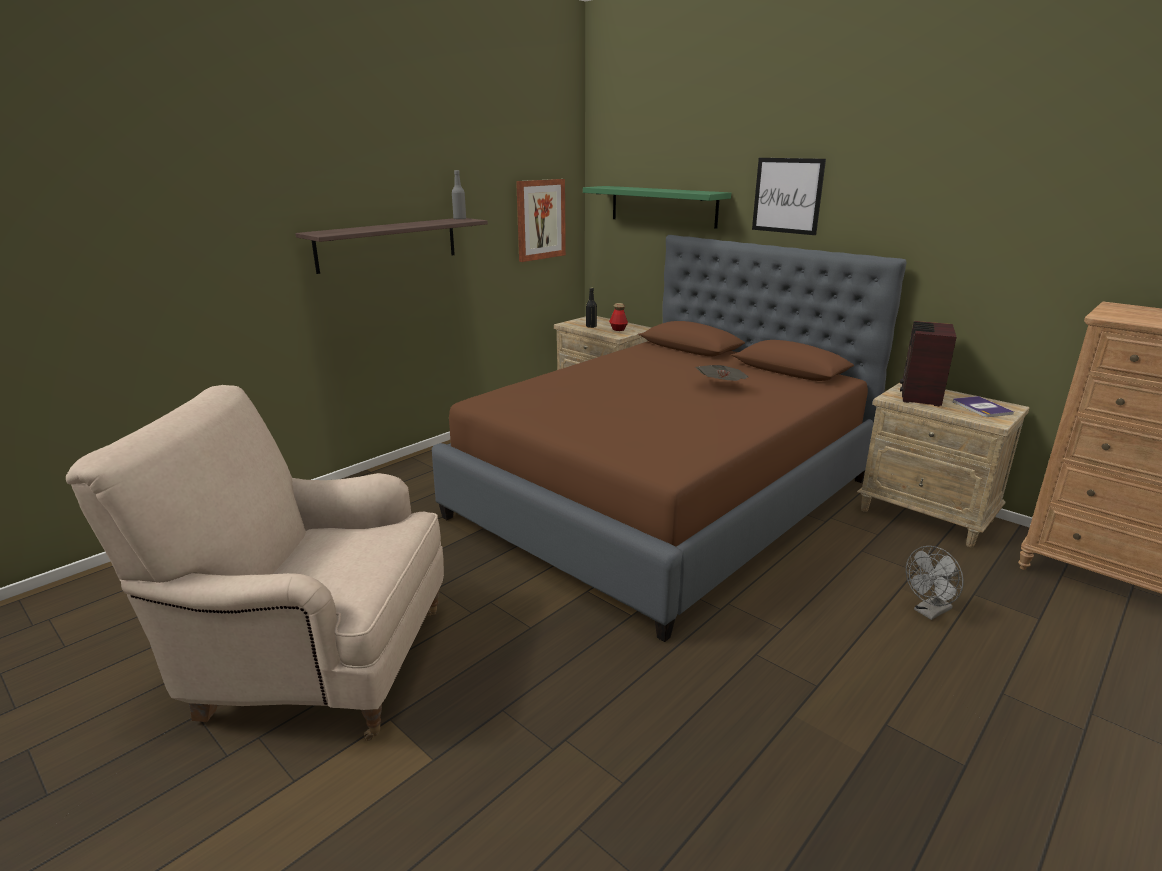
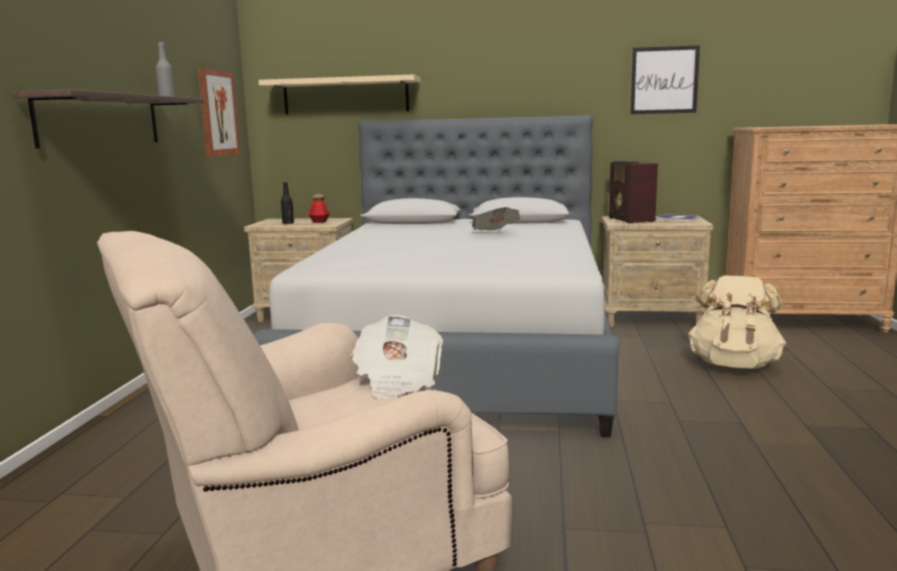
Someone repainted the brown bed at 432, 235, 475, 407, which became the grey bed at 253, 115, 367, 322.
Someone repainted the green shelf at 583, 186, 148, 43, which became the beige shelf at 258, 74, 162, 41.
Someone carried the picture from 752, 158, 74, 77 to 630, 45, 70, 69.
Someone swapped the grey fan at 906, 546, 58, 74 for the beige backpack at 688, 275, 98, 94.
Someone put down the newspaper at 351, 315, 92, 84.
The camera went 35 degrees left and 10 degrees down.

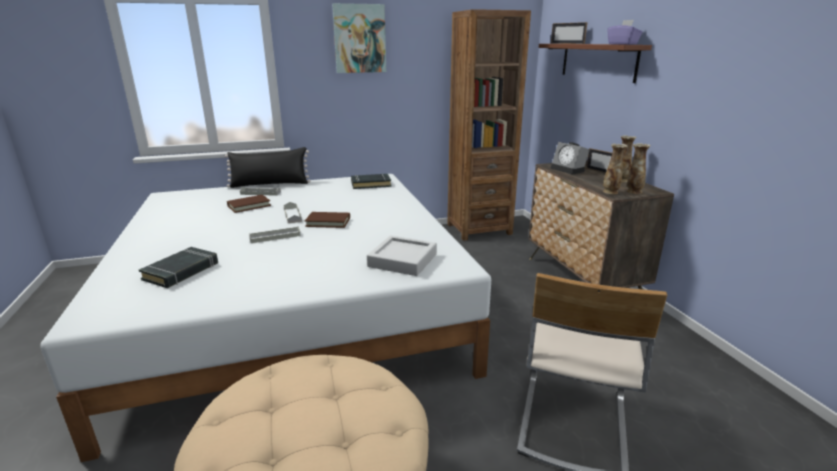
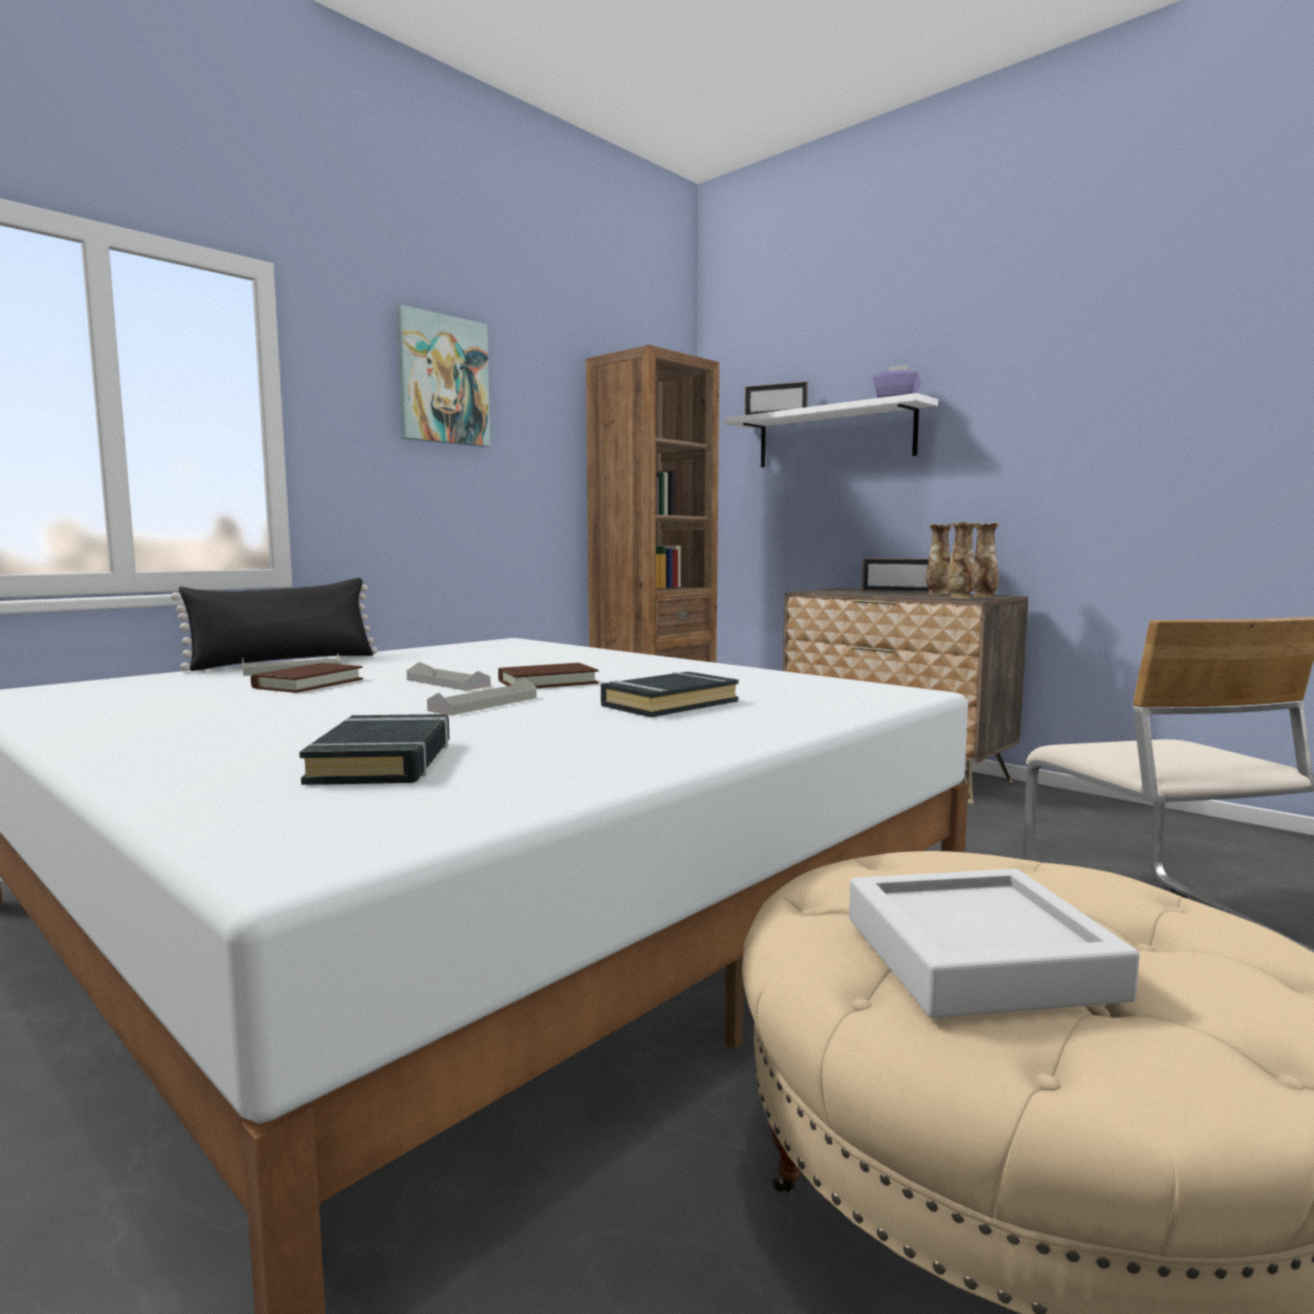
Someone carried the black book from 351, 174, 40, 15 to 601, 671, 138, 46.
Someone carried the grey tray from 367, 236, 70, 40 to 849, 869, 291, 149.
Someone repainted the brown shelf at 539, 44, 113, 39, which became the white shelf at 724, 393, 214, 74.
Someone took away the alarm clock at 550, 142, 40, 33.
The camera went 30 degrees left and 15 degrees down.

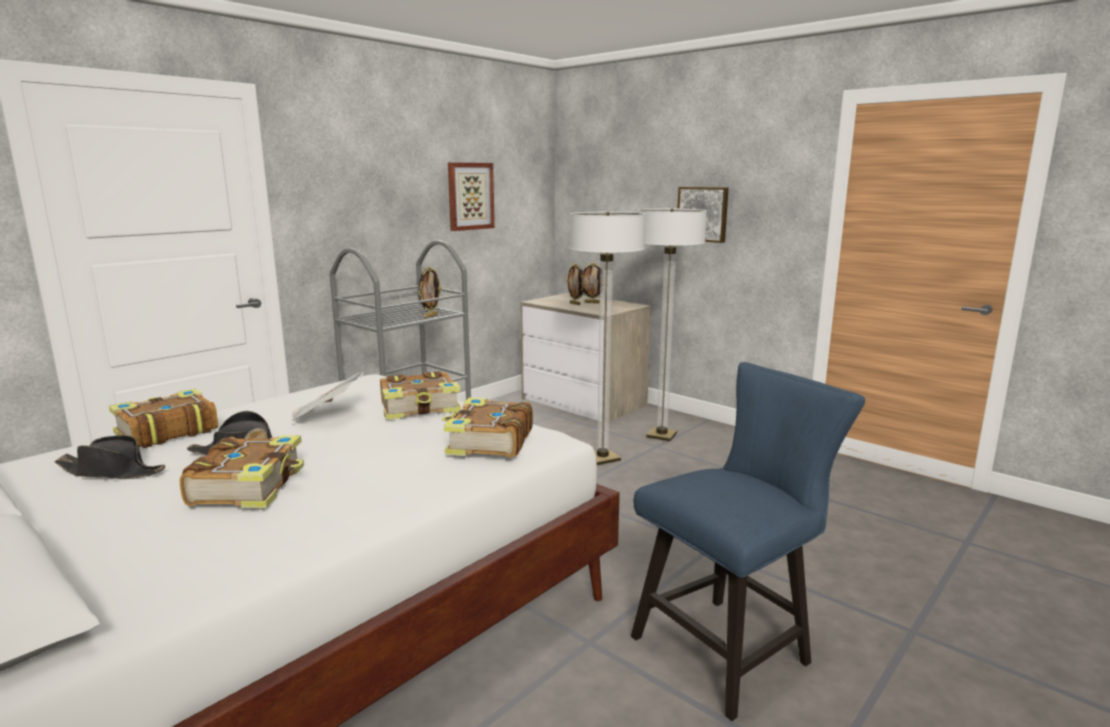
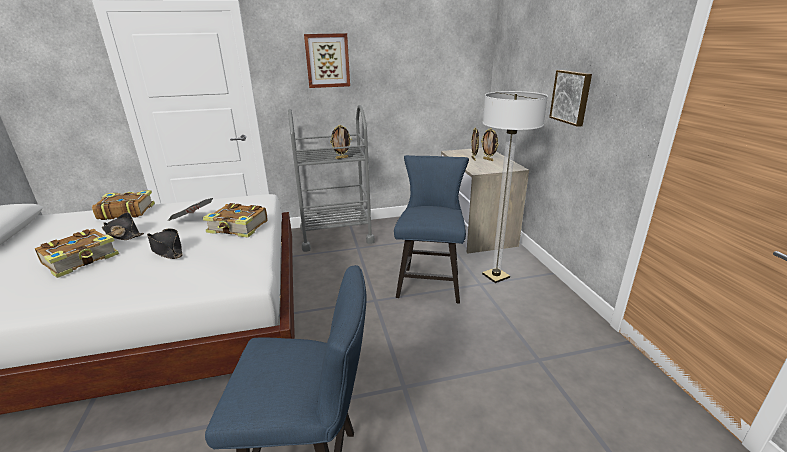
Someone carried the black hat from 54, 435, 112, 44 to 147, 228, 36, 31.
Someone took away the book at 442, 398, 91, 59.
Someone carried the picture from 448, 162, 47, 69 to 304, 33, 46, 55.
Someone swapped the floor lamp at 570, 212, 76, 253 for the blue chair at 394, 155, 75, 149.
The camera went 35 degrees right and 10 degrees up.

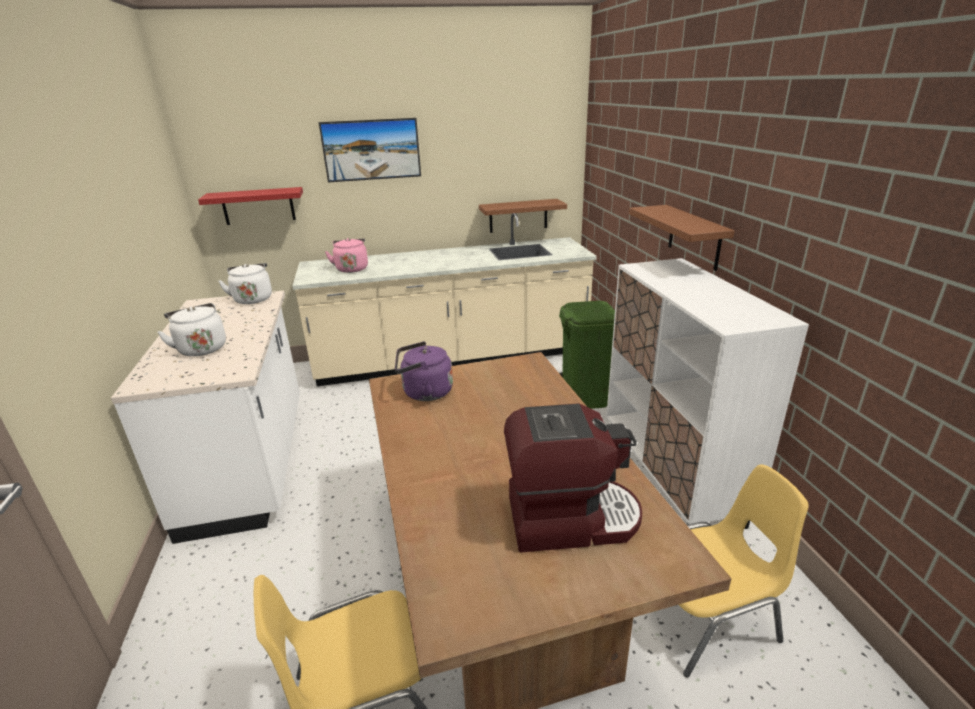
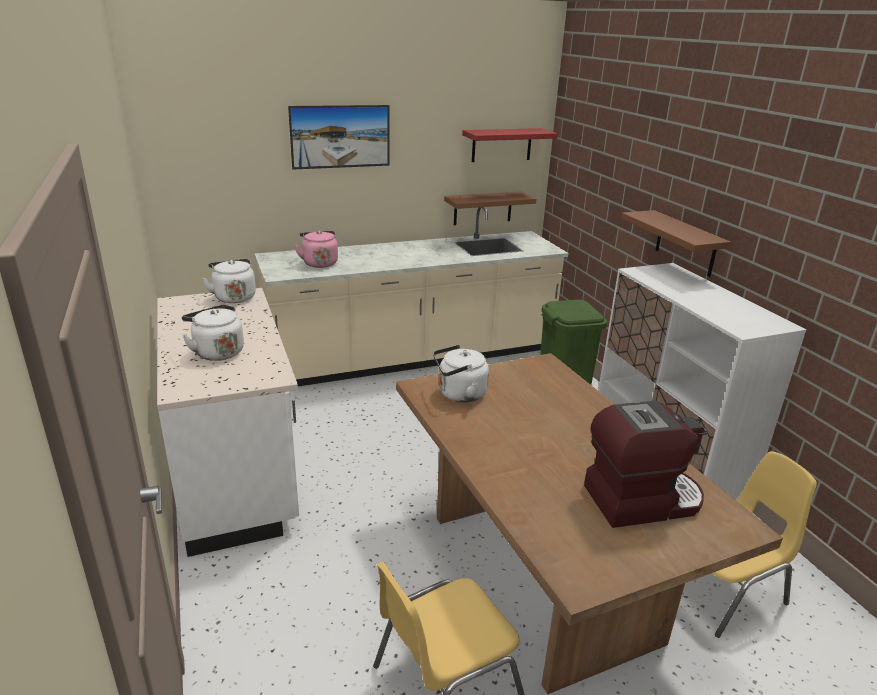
Someone carried the red shelf from 198, 187, 105, 38 to 462, 128, 96, 34.
Someone repainted the purple kettle at 395, 341, 58, 60, which became the white kettle at 433, 345, 56, 57.
The camera went 10 degrees left and 0 degrees up.

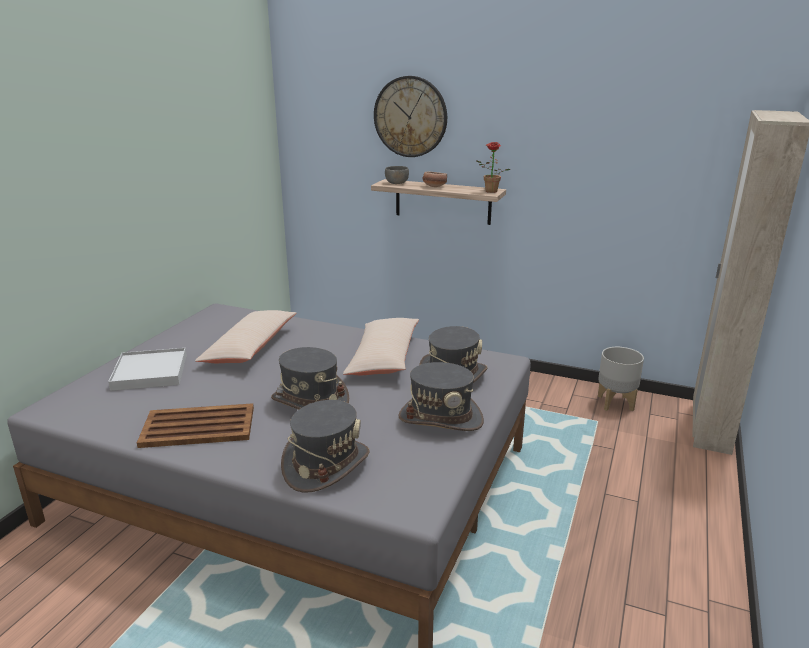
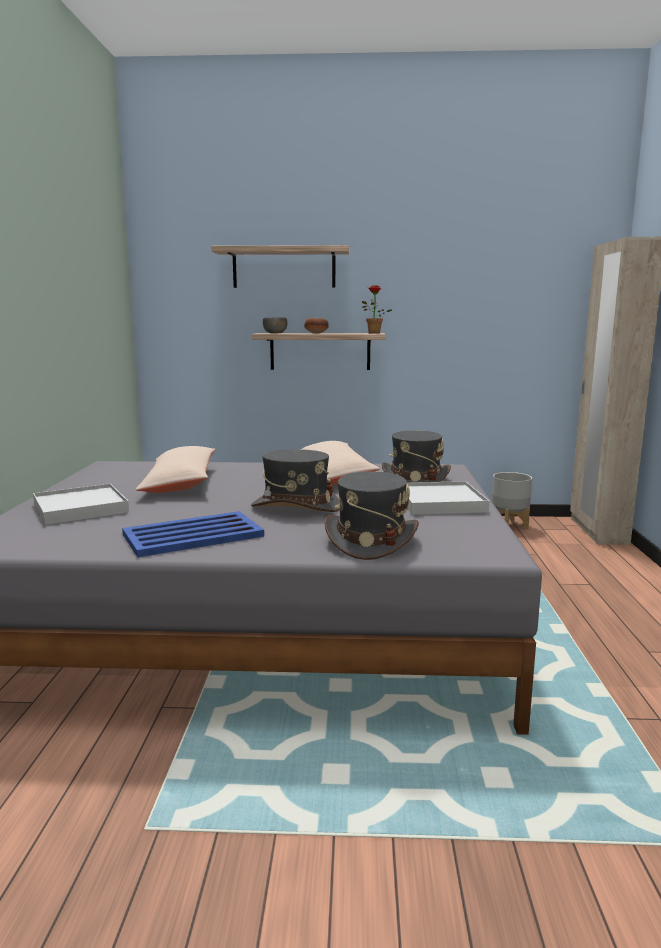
Someone repainted the brown tray at 137, 403, 117, 45, which became the blue tray at 122, 511, 142, 47.
Someone swapped the wall clock at 374, 76, 73, 81 for the shelf at 211, 245, 138, 43.
Someone swapped the grey hat at 398, 362, 86, 69 for the white tray at 407, 481, 82, 34.
The camera went 20 degrees left and 10 degrees down.

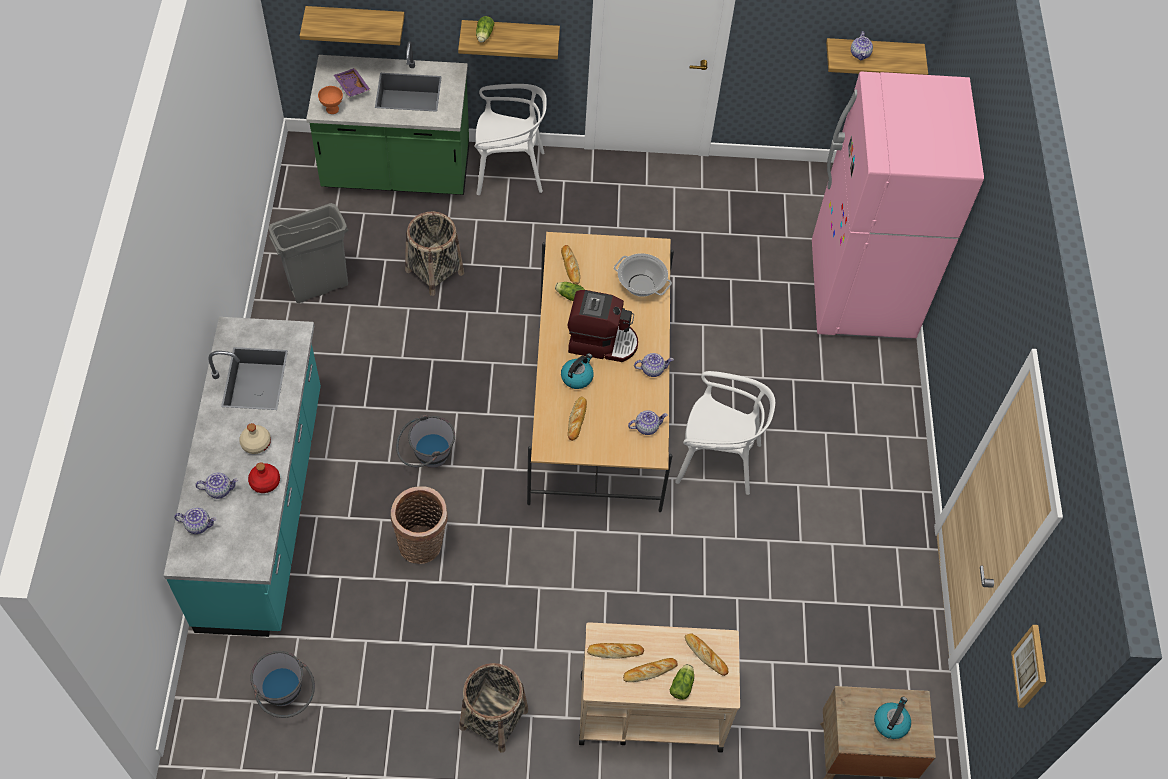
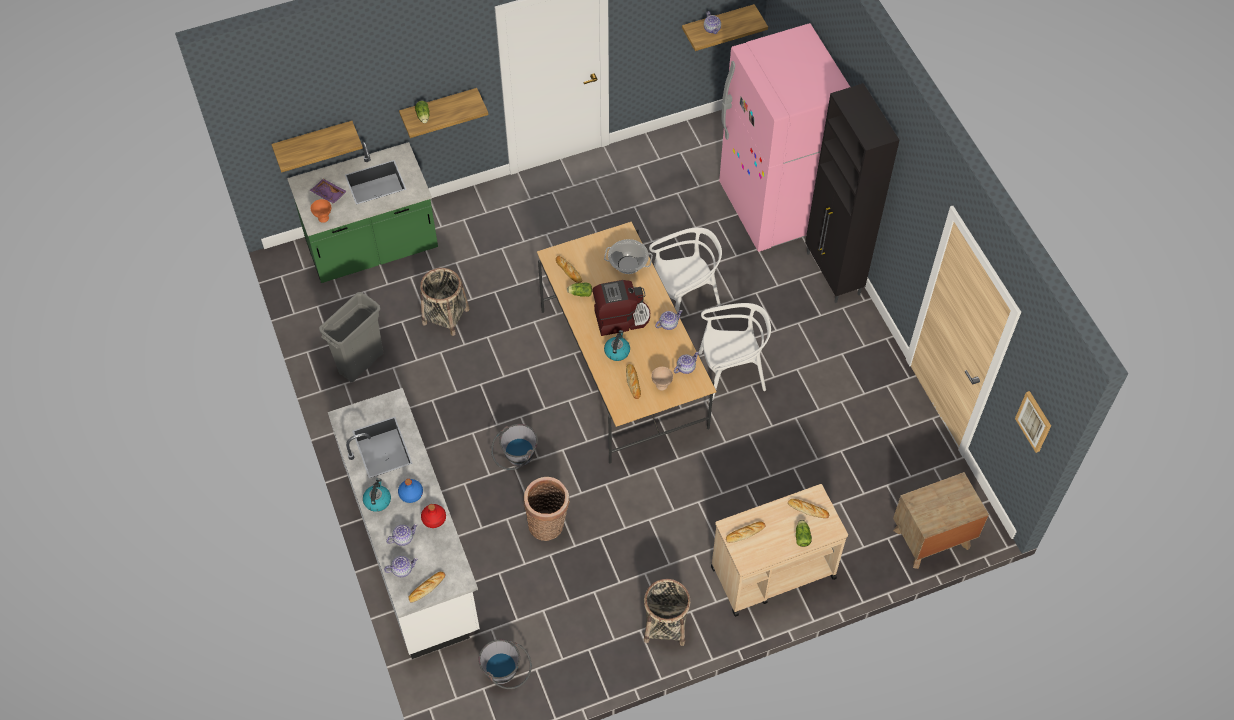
Someone repainted the turquoise counter at 164, 317, 157, 320, which became the white counter at 328, 388, 152, 271.
Someone repainted the beige bottle at 239, 423, 32, 31, which became the blue bottle at 398, 479, 25, 24.
Someone carried the white chair from 475, 84, 72, 111 to 649, 227, 73, 86.
Someone carried the bread from 623, 658, 55, 24 to 409, 572, 36, 30.
Someone carried the kettle from 874, 697, 37, 42 to 363, 478, 28, 34.
Someone put down the beige bowl at 651, 367, 22, 24.
Someone put down the black cabinet at 805, 83, 94, 220.
The camera went 20 degrees left and 0 degrees up.

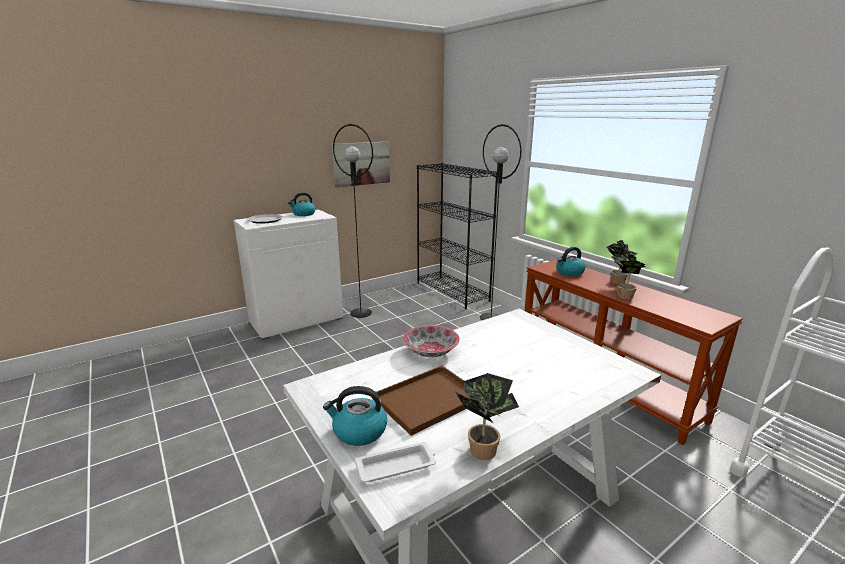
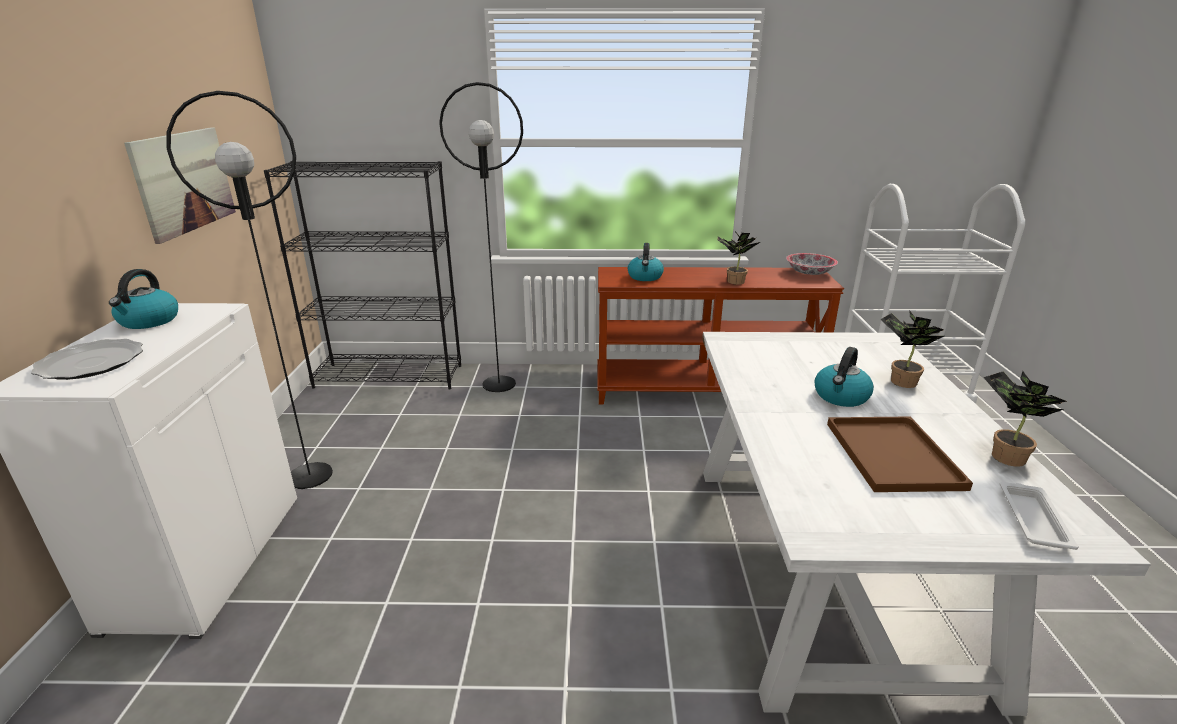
Someone carried the kettle from 323, 386, 64, 60 to 814, 347, 60, 60.
Someone carried the bowl from 403, 325, 57, 32 to 786, 253, 52, 22.
Someone carried the potted plant from 607, 240, 31, 44 to 880, 310, 64, 78.
The camera went 55 degrees left and 5 degrees up.

